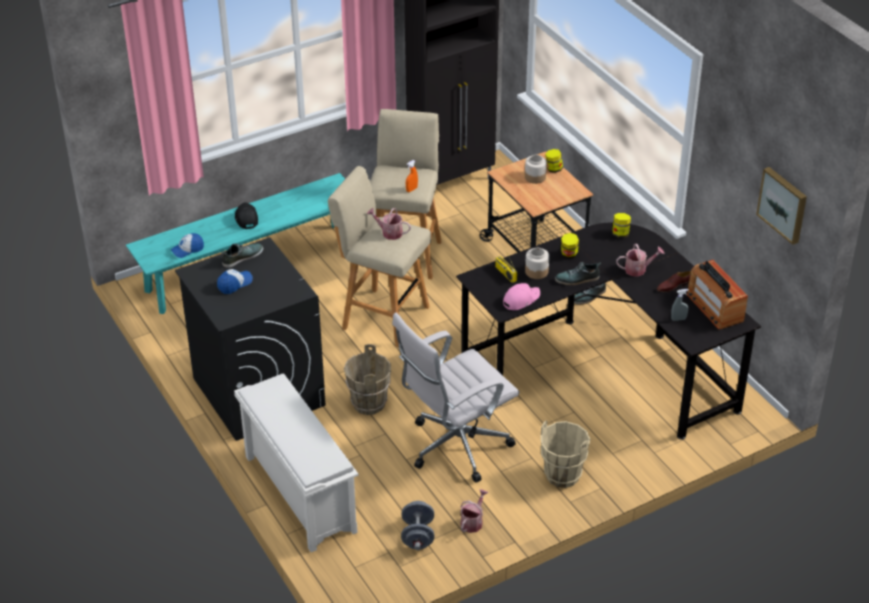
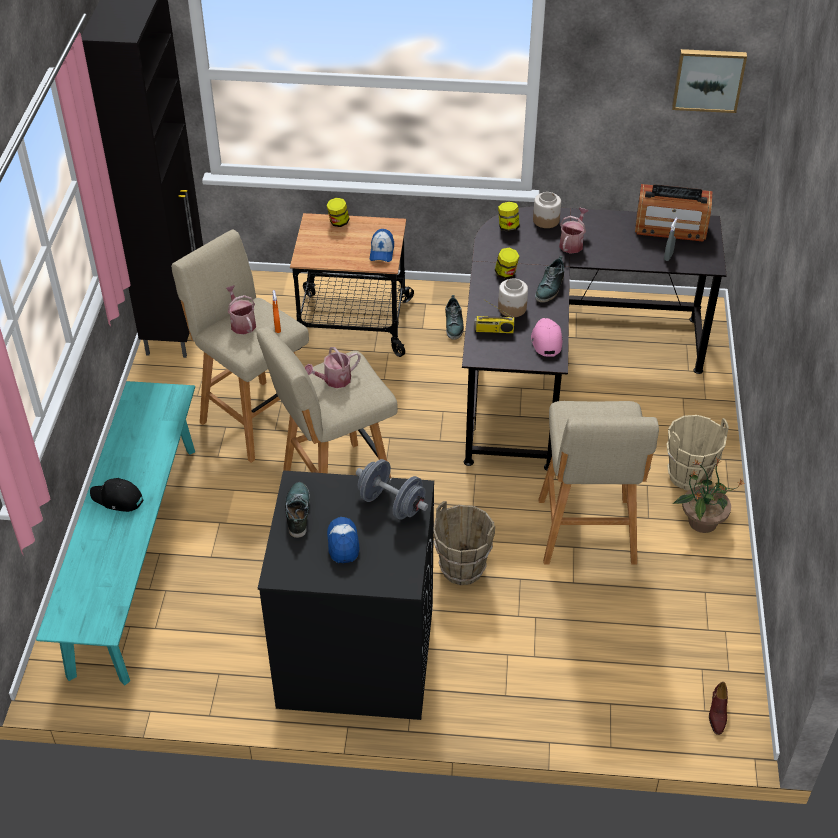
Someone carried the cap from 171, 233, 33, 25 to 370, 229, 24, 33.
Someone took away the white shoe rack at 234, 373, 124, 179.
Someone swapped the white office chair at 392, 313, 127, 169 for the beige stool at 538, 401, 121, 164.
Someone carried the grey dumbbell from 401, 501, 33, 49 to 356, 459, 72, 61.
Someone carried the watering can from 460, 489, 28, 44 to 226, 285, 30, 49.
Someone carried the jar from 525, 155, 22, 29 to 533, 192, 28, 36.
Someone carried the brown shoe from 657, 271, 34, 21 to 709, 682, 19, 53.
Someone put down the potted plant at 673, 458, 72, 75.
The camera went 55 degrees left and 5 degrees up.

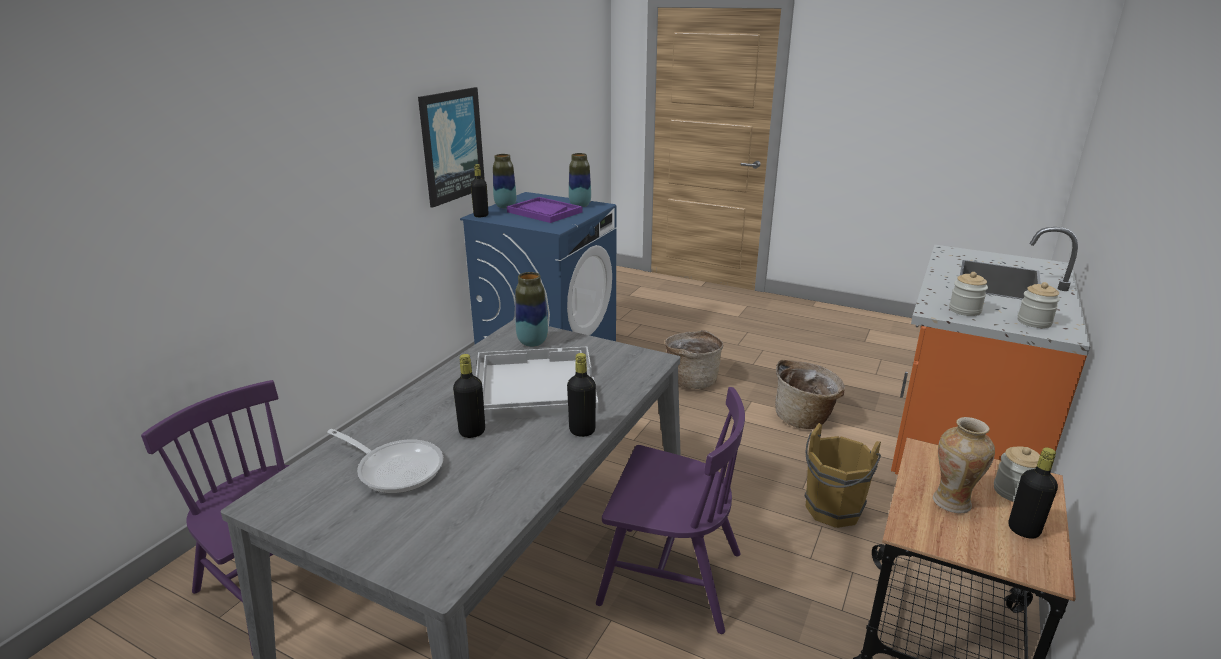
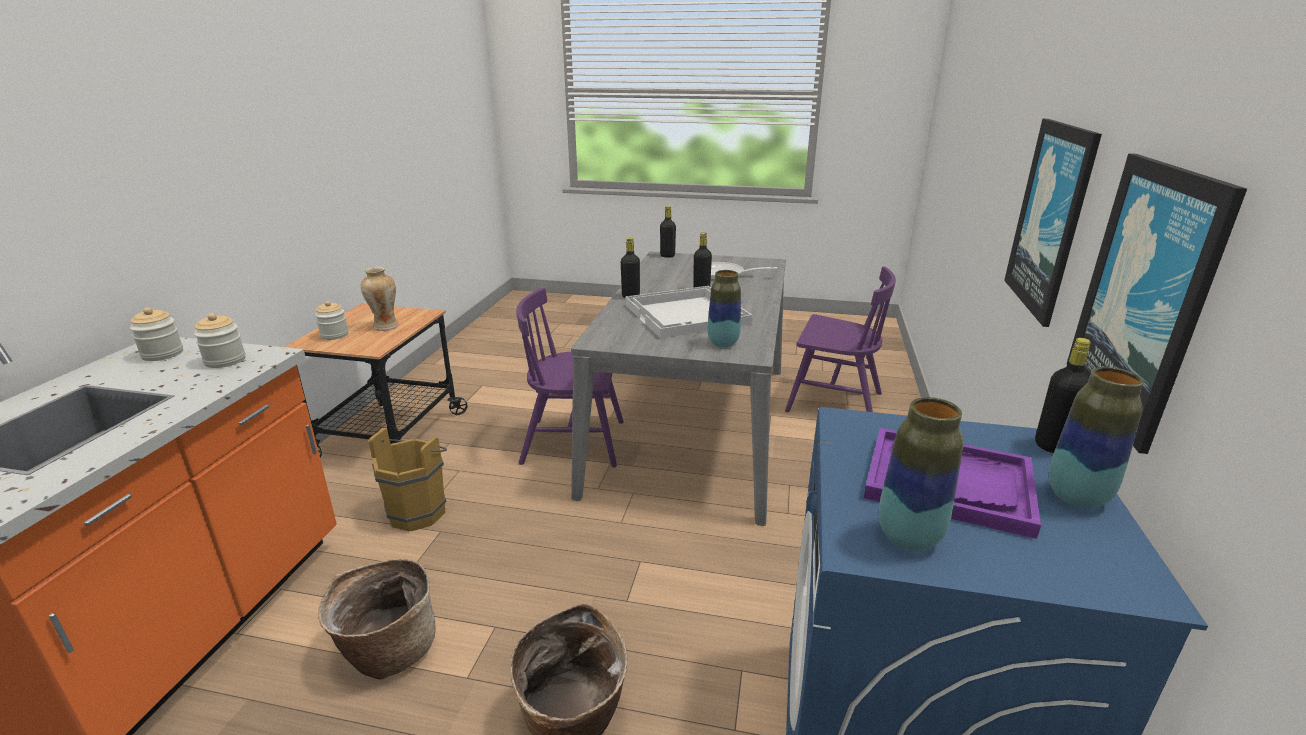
Someone carried the black bottle from 1008, 447, 50, 92 to 660, 206, 16, 52.
Someone put up the picture at 1004, 119, 98, 208.
The camera went 165 degrees right and 0 degrees up.

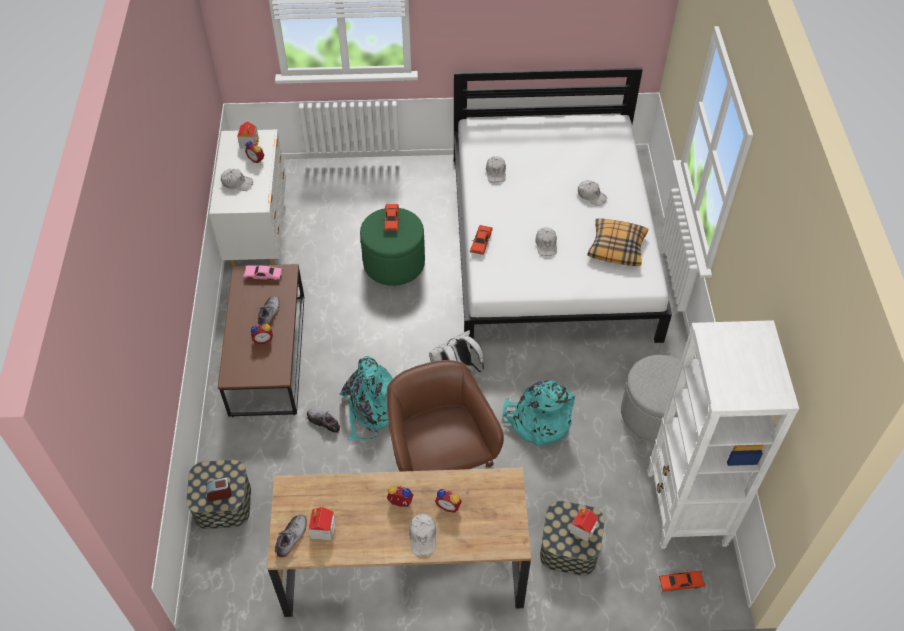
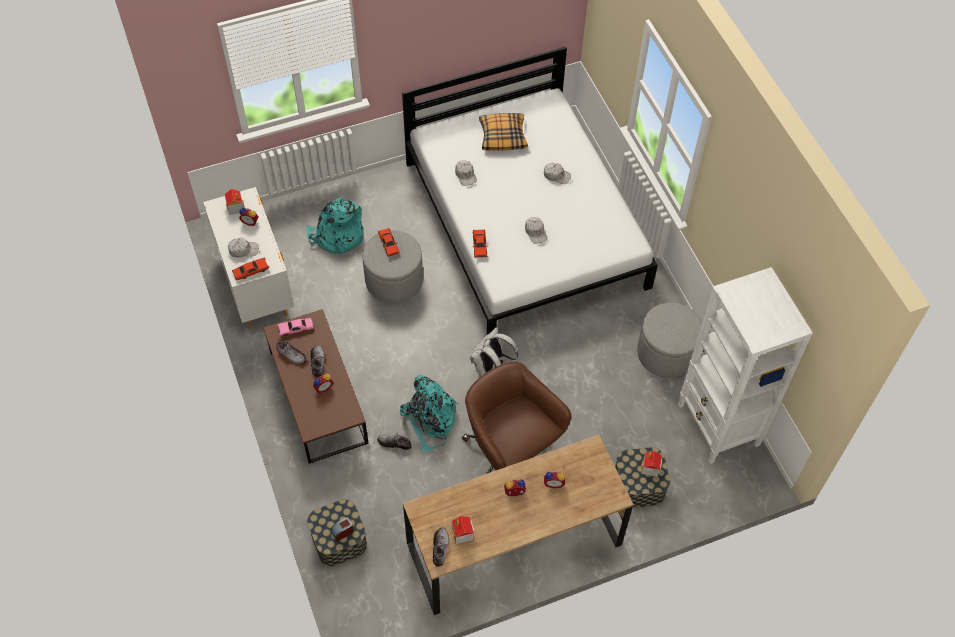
Someone repainted the green ottoman at 360, 208, 65, 78, which became the grey ottoman at 362, 230, 61, 73.
Someone took away the white cap at 409, 514, 27, 41.
Someone carried the turquoise backpack from 502, 381, 73, 66 to 307, 197, 57, 57.
Someone carried the pillow from 588, 218, 60, 48 to 479, 113, 49, 38.
Someone carried the red toy car from 659, 569, 46, 23 to 232, 257, 37, 23.
Someone put down the shoe at 276, 340, 31, 25.
The camera went 20 degrees left and 5 degrees up.

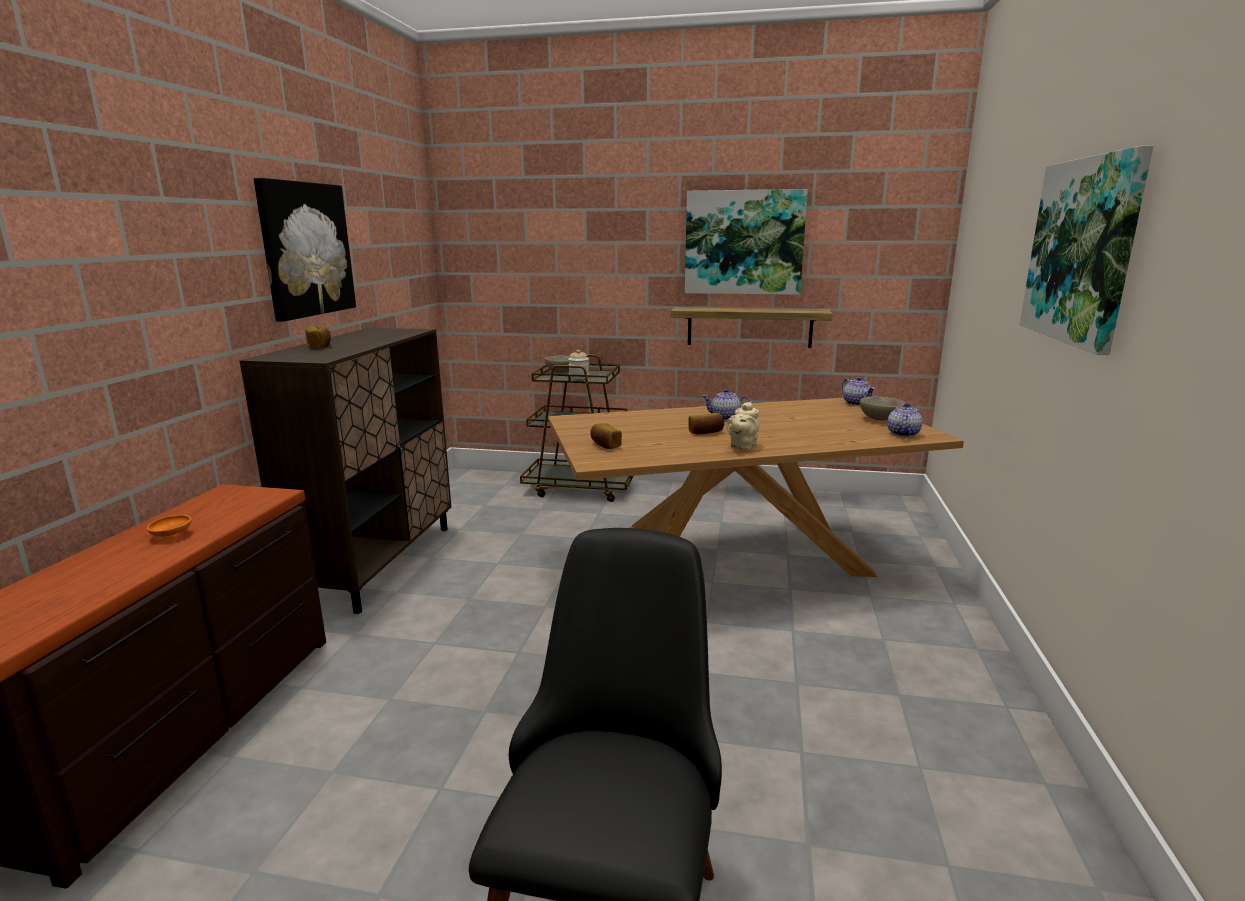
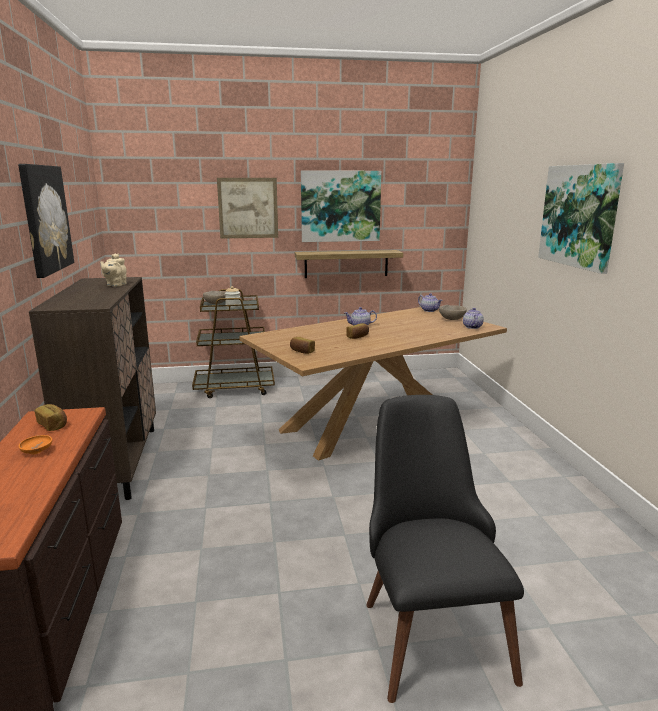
Someone carried the bread from 305, 325, 26, 23 to 35, 404, 32, 27.
Someone carried the beige teapot from 727, 401, 32, 49 to 100, 253, 27, 34.
Someone put up the picture at 217, 178, 61, 61.
The camera went 20 degrees left and 0 degrees up.

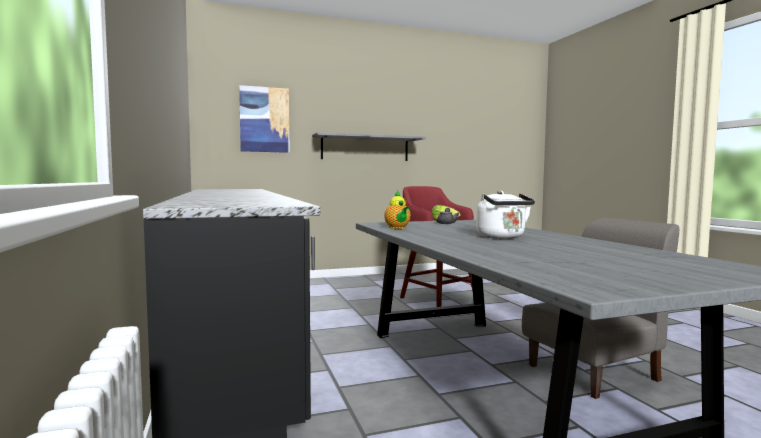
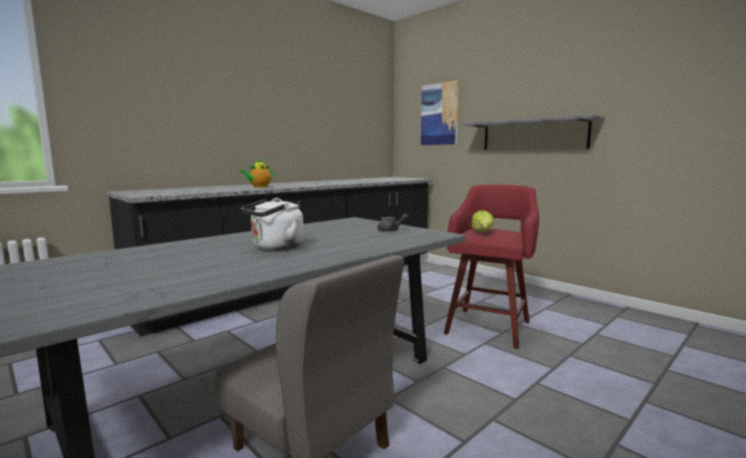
Someone carried the teapot from 384, 191, 27, 38 to 239, 158, 34, 30.
The camera went 65 degrees right and 5 degrees up.

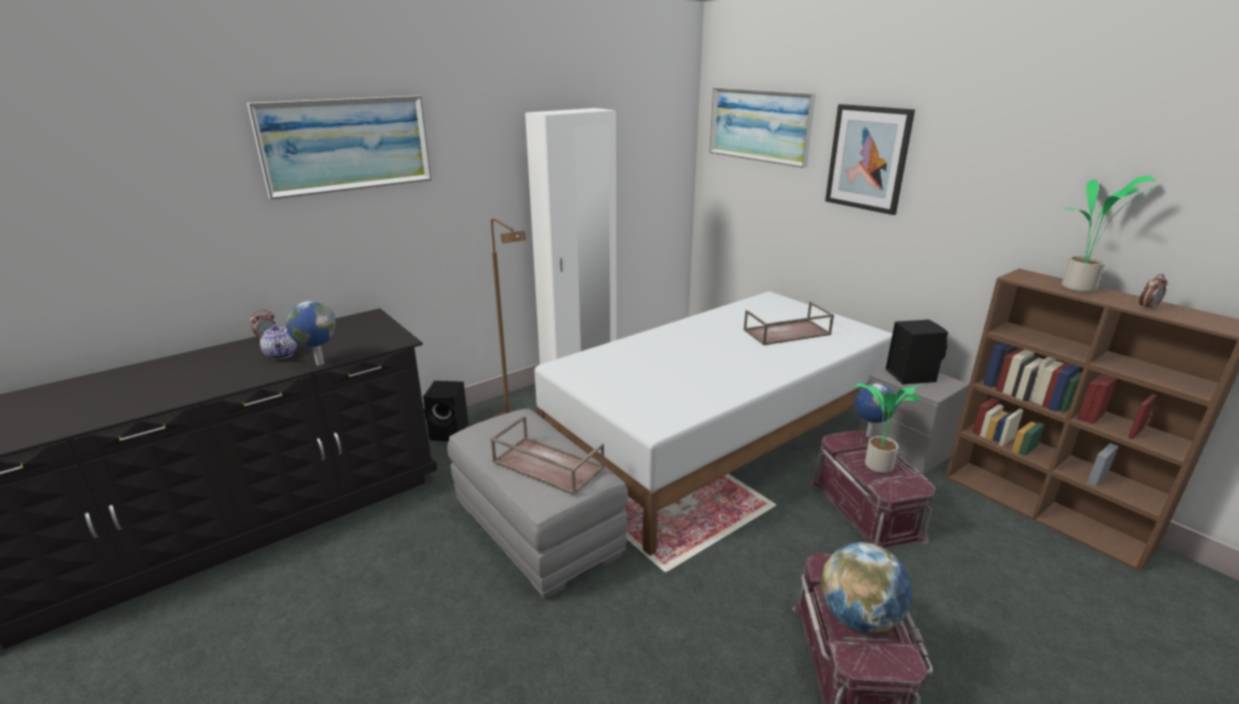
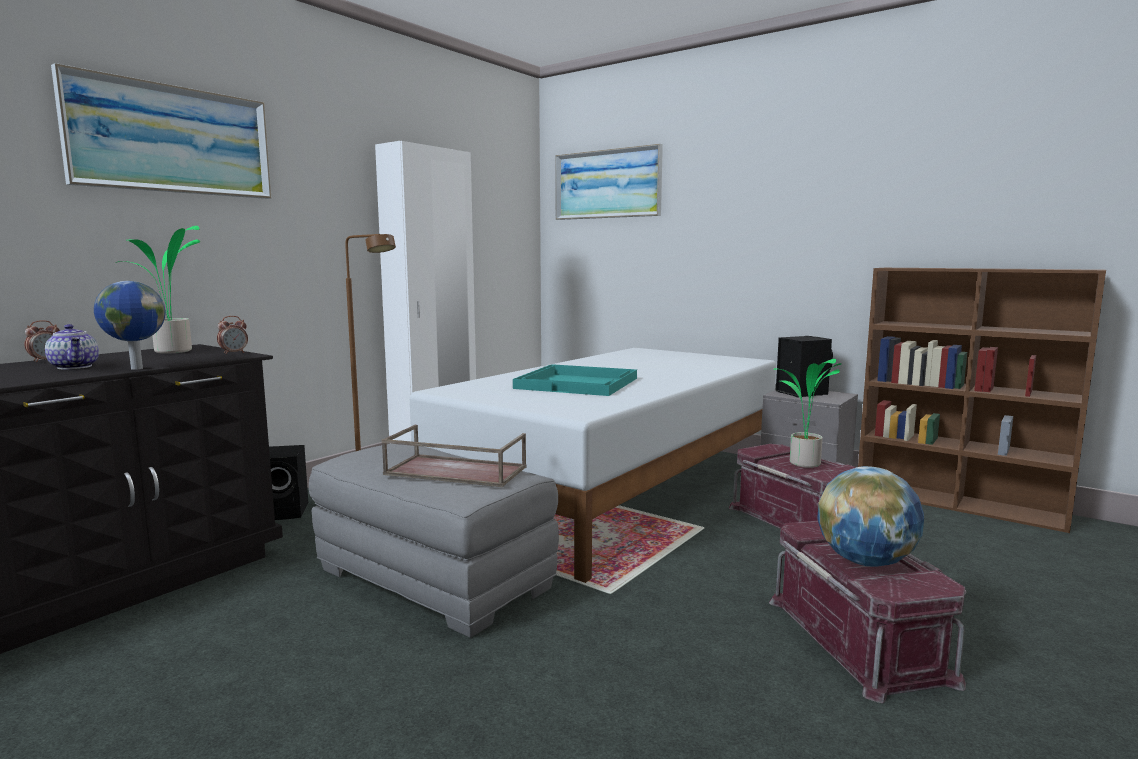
Someone took away the brown tray at 743, 301, 91, 44.
Someone took away the picture at 825, 104, 90, 111.
Someone took away the globe at 855, 383, 42, 54.
Someone carried the potted plant from 1062, 176, 99, 116 to 116, 226, 84, 128.
Someone carried the alarm clock from 1139, 274, 29, 37 to 217, 316, 31, 38.
Someone put down the turquoise tray at 513, 364, 124, 32.
The camera went 15 degrees left and 15 degrees down.

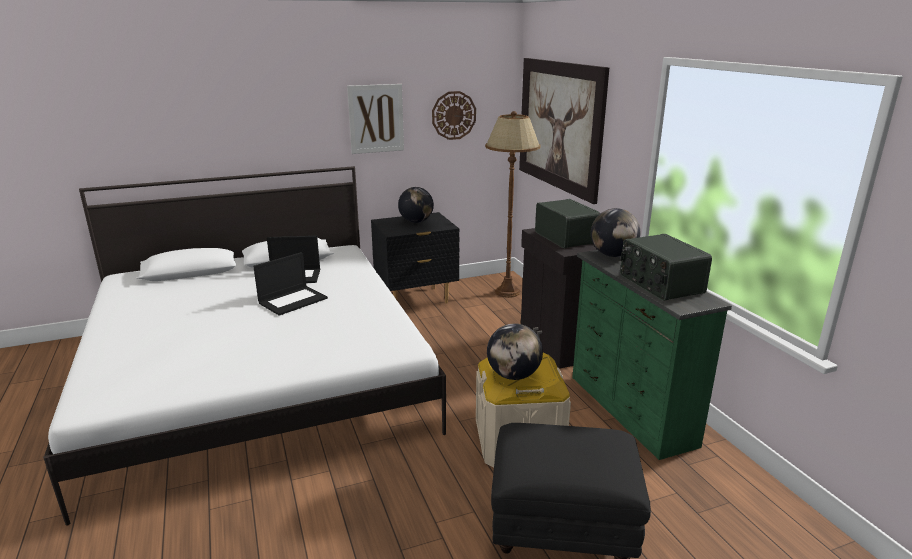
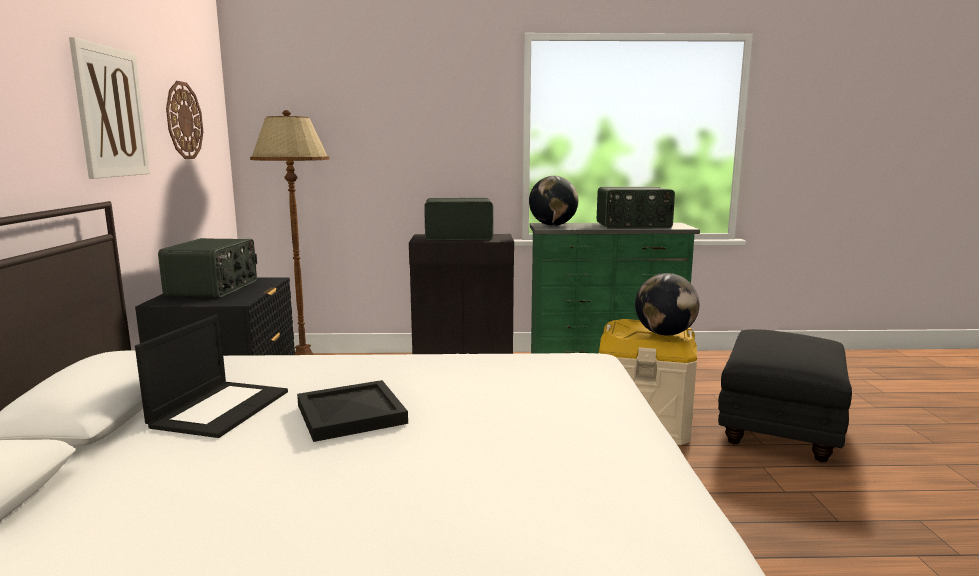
Someone swapped the laptop at 253, 252, 75, 64 for the black tray at 297, 380, 111, 62.
Someone swapped the globe at 398, 187, 36, 36 for the radio at 158, 238, 99, 60.
Someone took away the picture at 519, 58, 90, 146.
The camera went 70 degrees left and 10 degrees down.

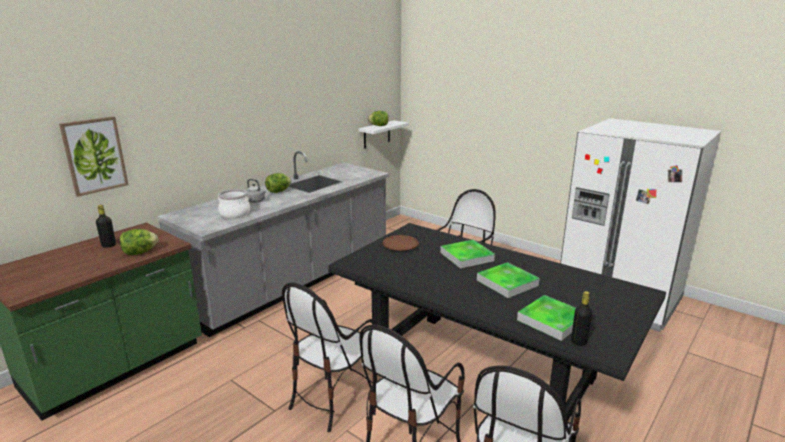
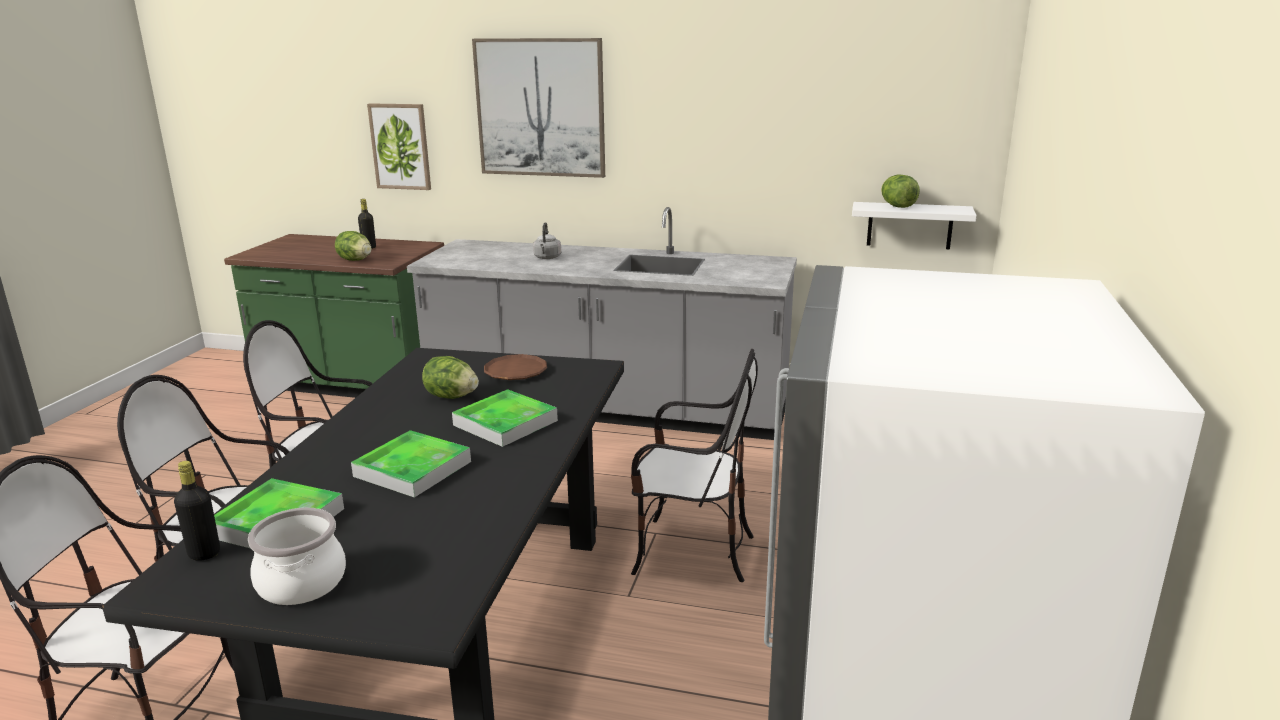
Someone carried the cooking pot from 218, 189, 32, 29 to 248, 508, 98, 97.
Someone carried the lettuce from 265, 173, 26, 20 to 422, 356, 57, 43.
Someone put up the picture at 472, 38, 133, 140.
The camera went 65 degrees right and 0 degrees up.

